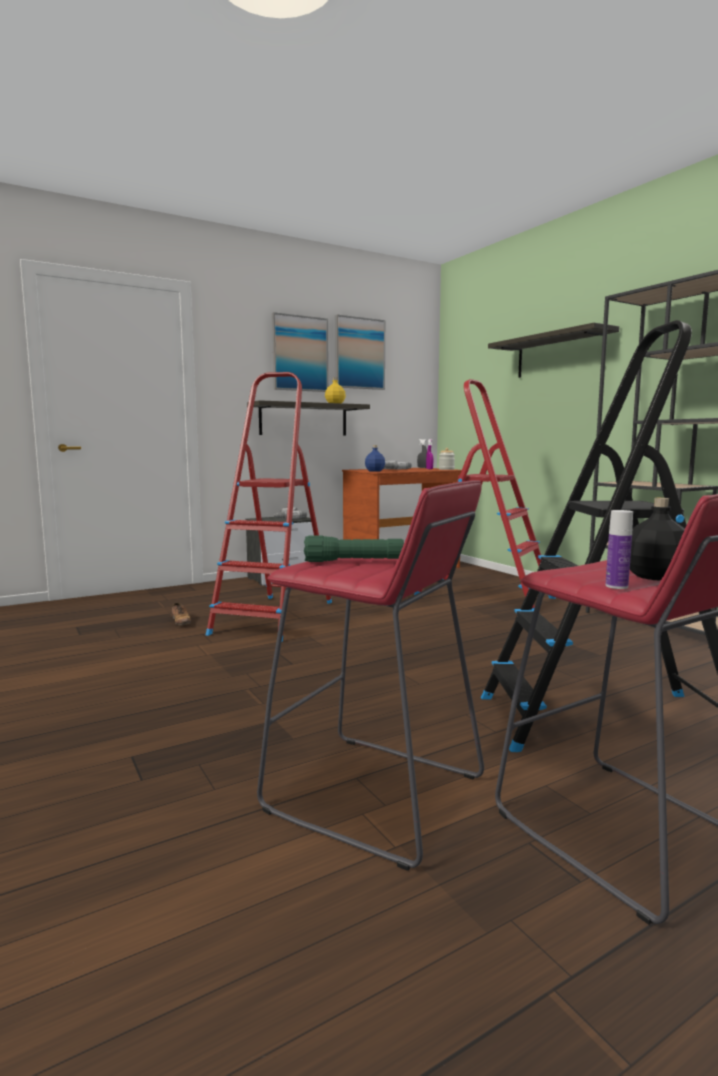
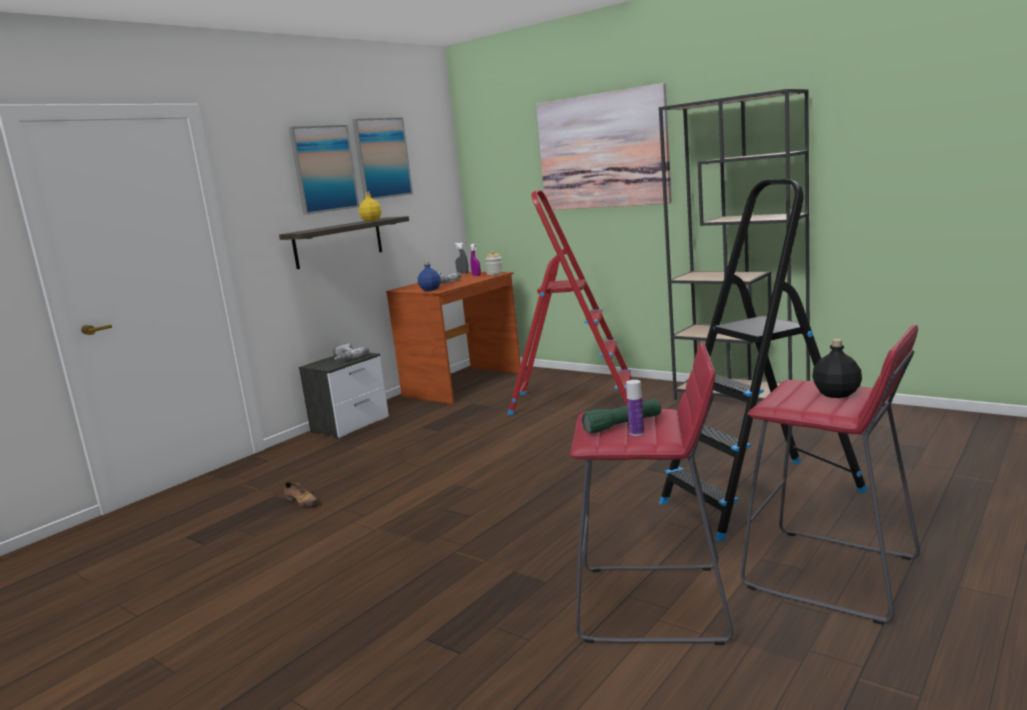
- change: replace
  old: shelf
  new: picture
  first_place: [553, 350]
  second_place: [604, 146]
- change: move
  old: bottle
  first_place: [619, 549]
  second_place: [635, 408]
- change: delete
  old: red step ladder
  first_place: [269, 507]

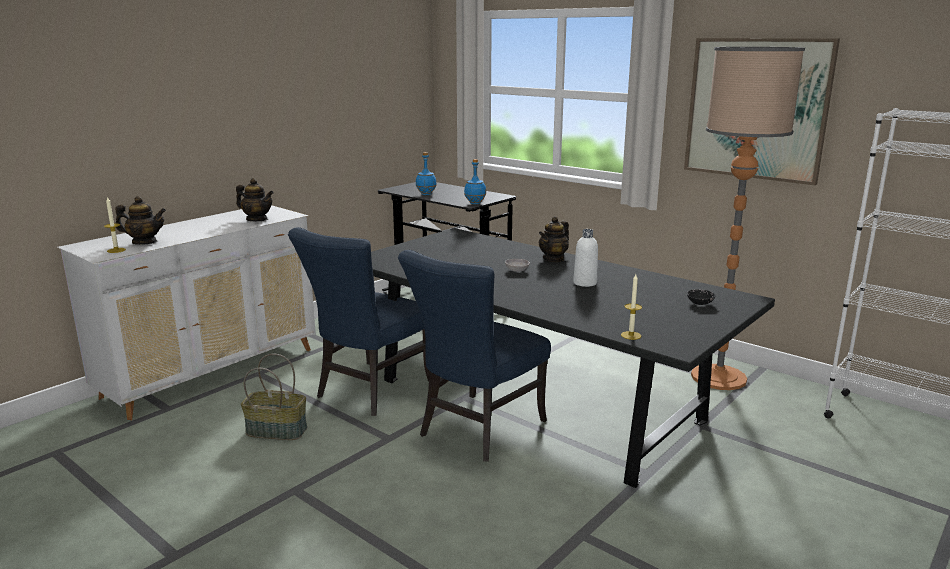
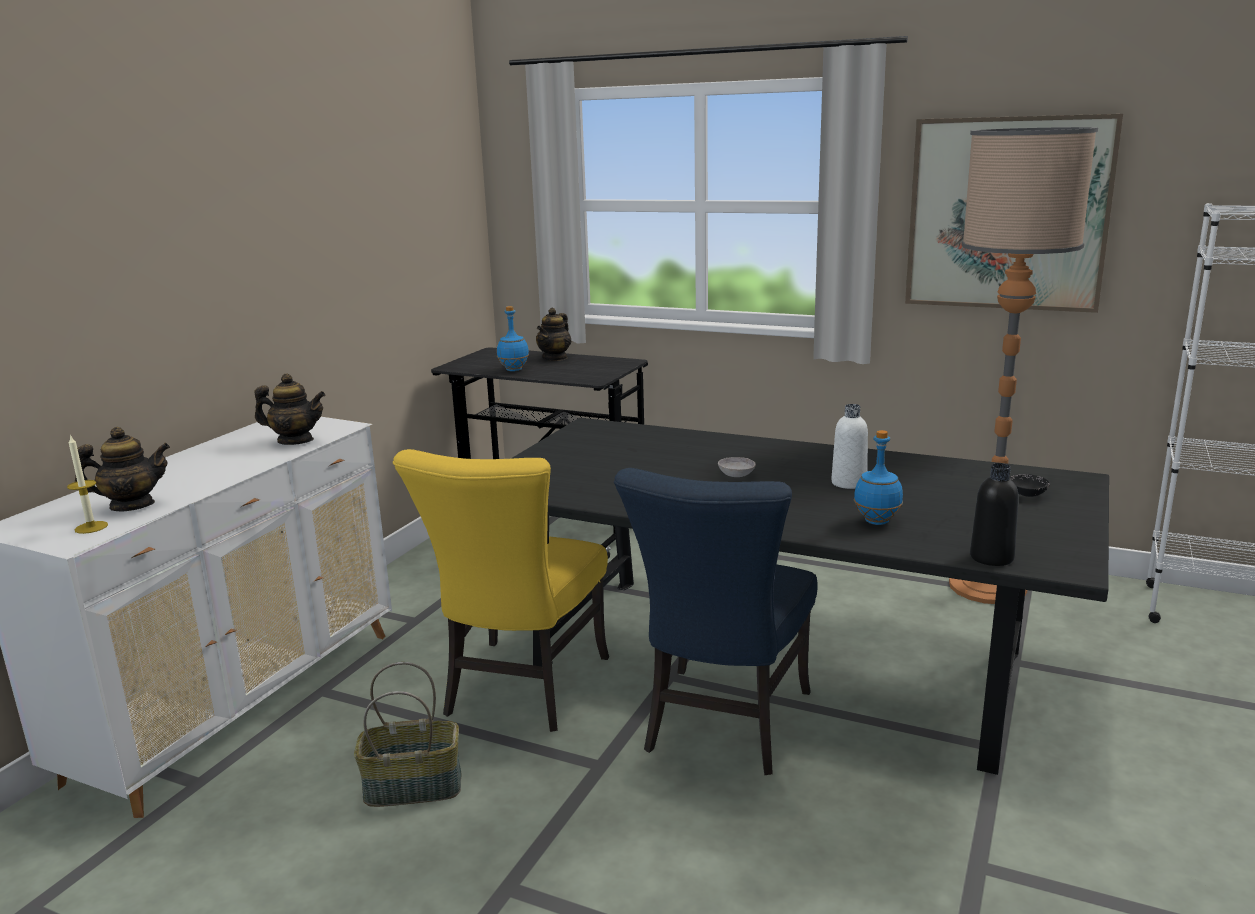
- change: recolor
  old: blue chair
  new: yellow chair
  first_place: [358, 321]
  second_place: [501, 590]
- change: move
  old: teapot
  first_place: [554, 239]
  second_place: [553, 334]
- change: move
  old: blue bottle
  first_place: [475, 182]
  second_place: [878, 477]
- change: replace
  old: candle
  new: black bottle
  first_place: [631, 307]
  second_place: [994, 514]

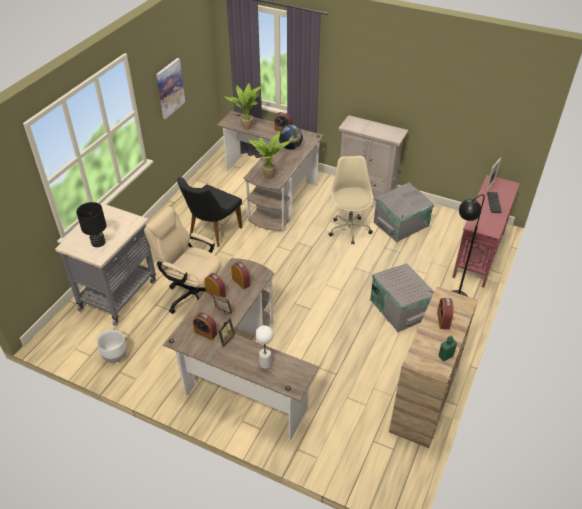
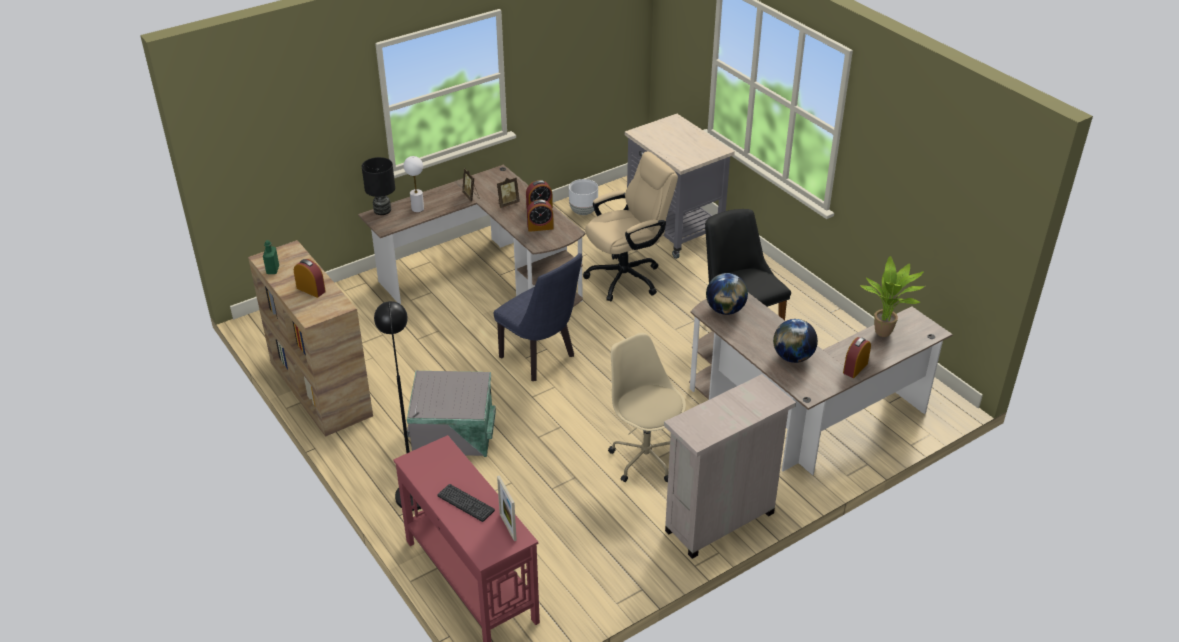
- change: move
  old: black table lamp
  first_place: [91, 224]
  second_place: [378, 186]
- change: insert
  new: blue chair
  second_place: [538, 317]
- change: rotate
  old: beige office chair
  first_place: [351, 200]
  second_place: [647, 407]
  degrees: -150
- change: replace
  old: potted plant
  new: globe
  first_place: [269, 155]
  second_place: [727, 294]
- change: delete
  old: picture
  first_place: [170, 88]
- change: delete
  old: alarm clock
  first_place: [205, 326]
- change: delete
  old: grey storage box
  first_place: [404, 212]

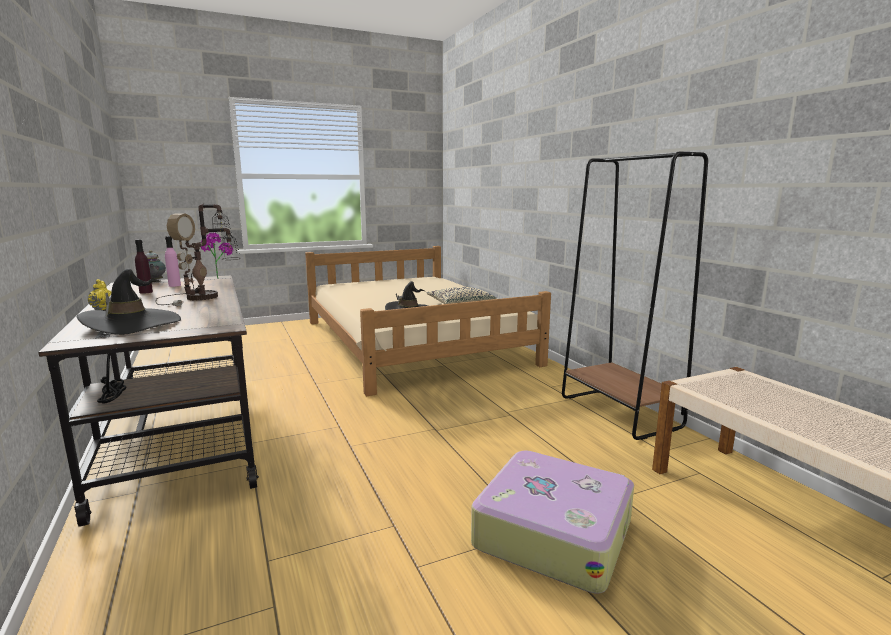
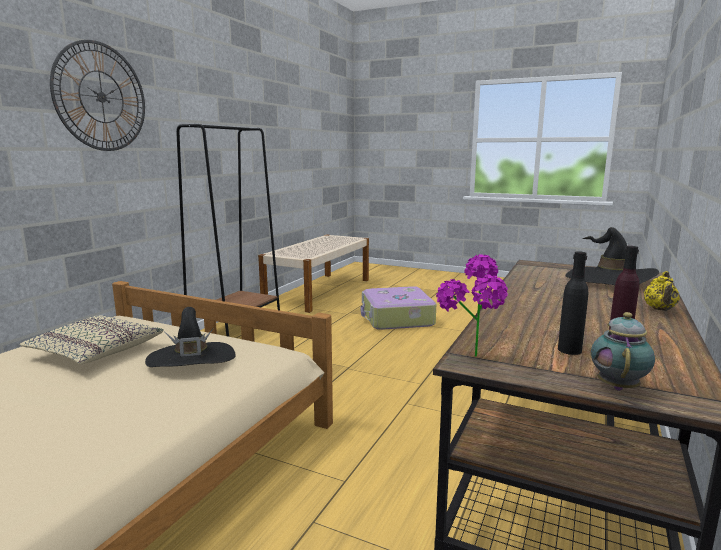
- change: insert
  new: wall clock
  second_place: [97, 95]
- change: recolor
  old: pink bottle
  new: black bottle
  first_place: [173, 261]
  second_place: [573, 303]
- change: delete
  old: table lamp
  first_place: [198, 255]

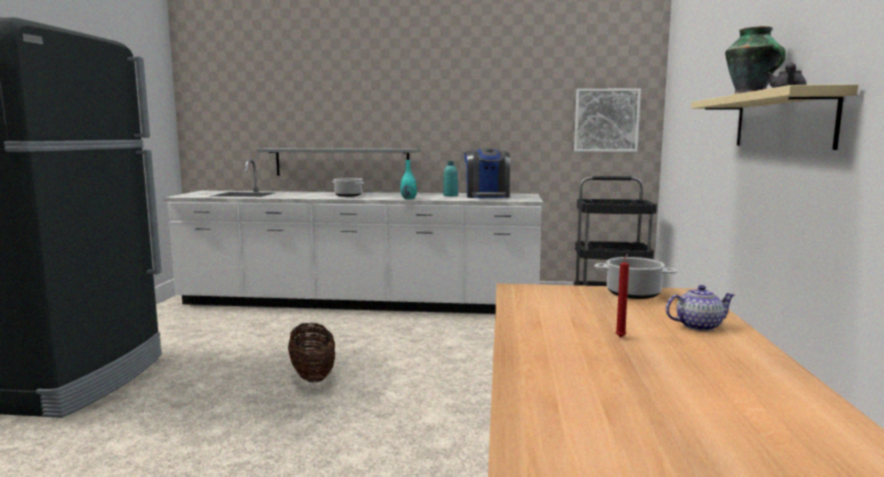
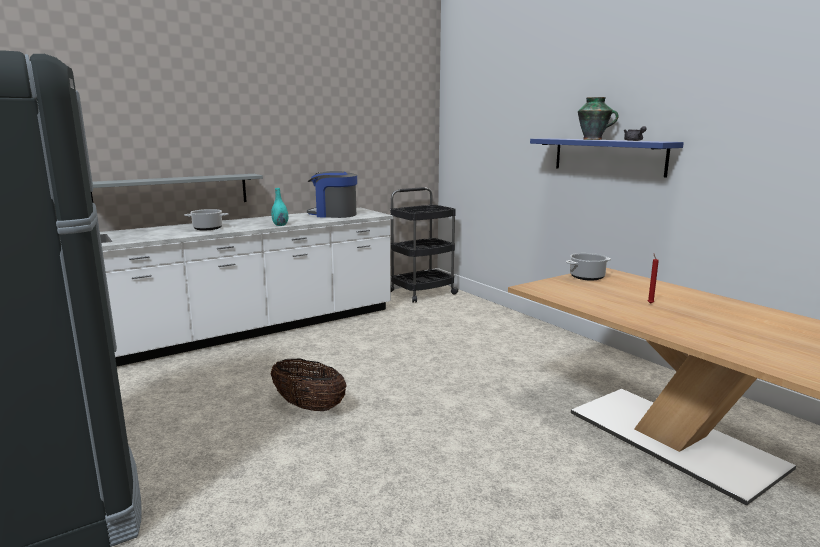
- change: rotate
  old: coffee machine
  first_place: [487, 172]
  second_place: [332, 194]
  degrees: 150
- change: recolor
  old: beige shelf
  new: blue shelf
  first_place: [774, 117]
  second_place: [607, 158]
- change: delete
  old: turquoise bottle
  first_place: [450, 179]
- change: delete
  old: picture
  first_place: [607, 120]
- change: delete
  old: teapot
  first_place: [700, 308]

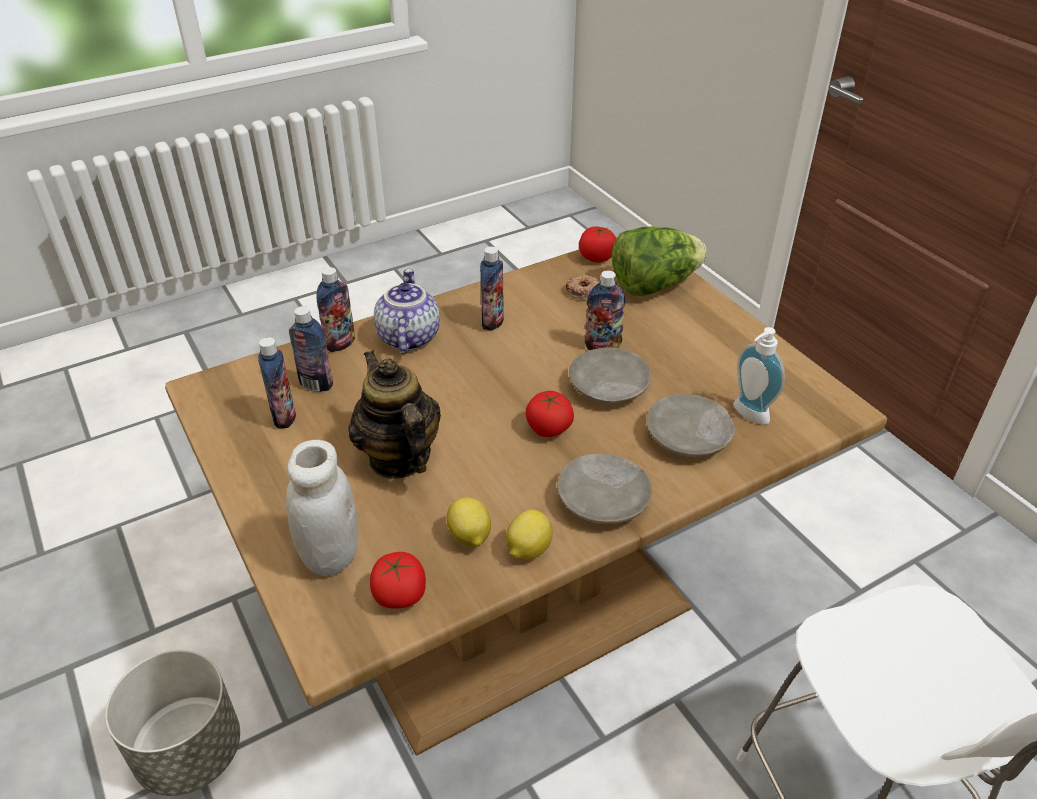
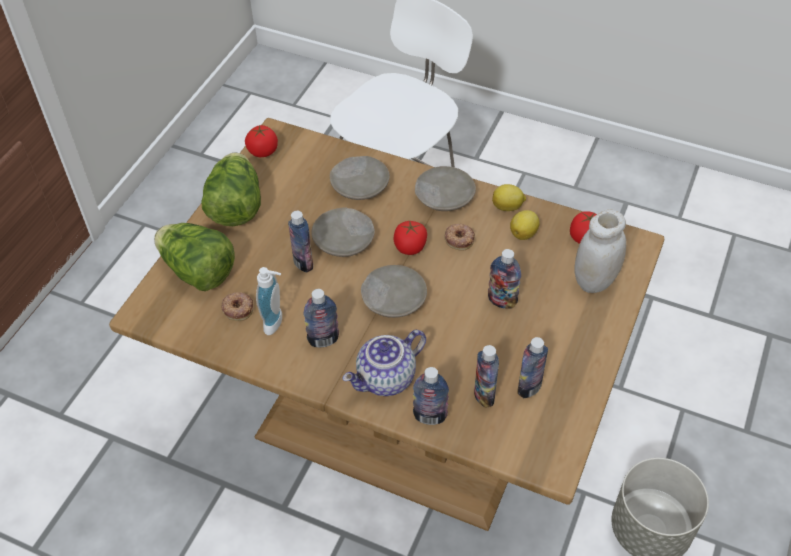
- change: insert
  new: lettuce
  second_place: [231, 189]
- change: move
  old: tomato
  first_place: [597, 244]
  second_place: [261, 141]
- change: move
  old: soap dispenser
  first_place: [759, 376]
  second_place: [269, 301]
- change: insert
  new: beige plate
  second_place: [394, 291]
- change: insert
  new: donut
  second_place: [459, 237]
- change: replace
  old: teapot
  new: bottle
  first_place: [394, 414]
  second_place: [504, 279]

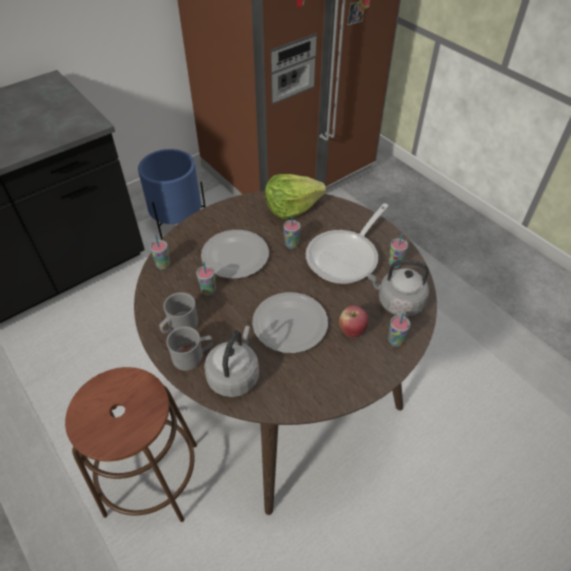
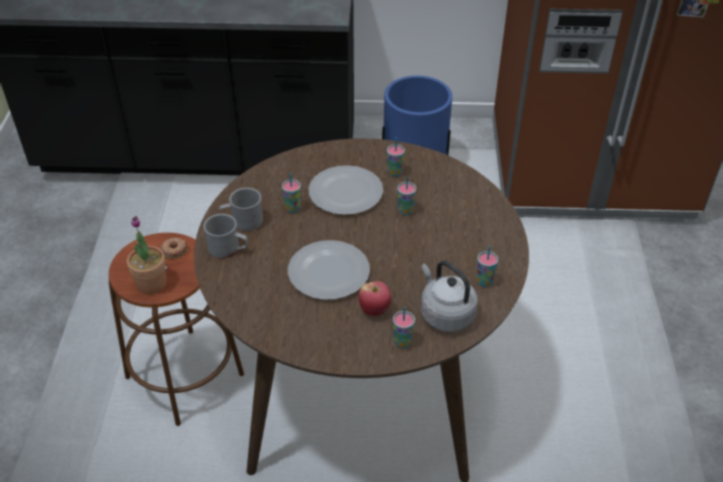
- change: insert
  new: potted plant
  second_place: [147, 255]
- change: insert
  new: donut
  second_place: [174, 248]
- change: move
  old: cup
  first_place: [160, 252]
  second_place: [396, 157]
- change: delete
  old: grey kettle
  first_place: [231, 361]
- change: delete
  old: lettuce
  first_place: [295, 196]
- change: delete
  old: frying pan
  first_place: [347, 243]

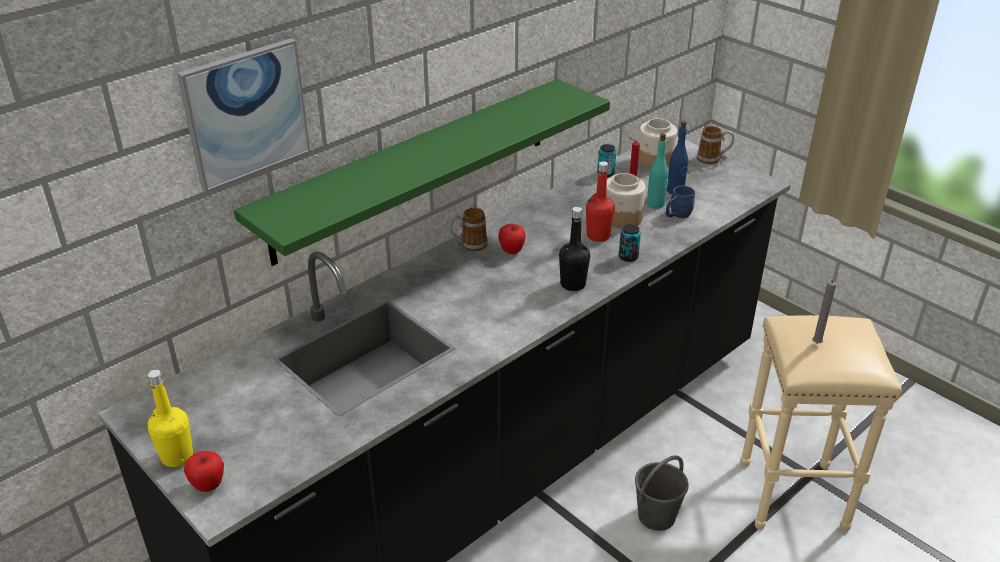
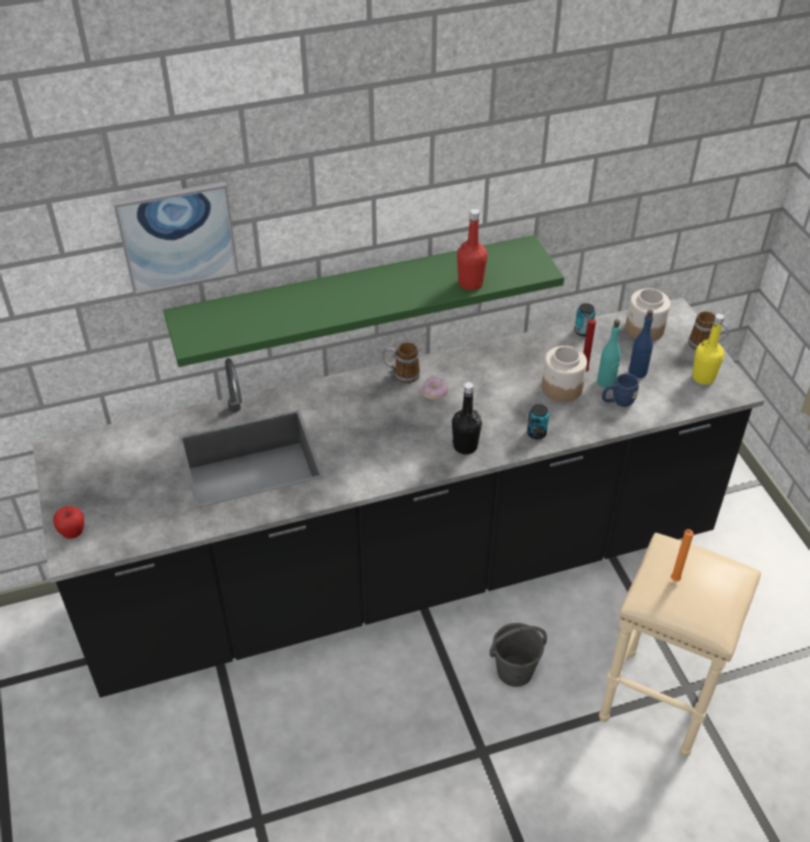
- change: replace
  old: apple
  new: donut
  first_place: [512, 238]
  second_place: [435, 388]
- change: move
  old: red bottle
  first_place: [600, 201]
  second_place: [472, 249]
- change: recolor
  old: grey candle
  new: orange candle
  first_place: [824, 312]
  second_place: [682, 555]
- change: move
  old: yellow bottle
  first_place: [170, 418]
  second_place: [708, 349]

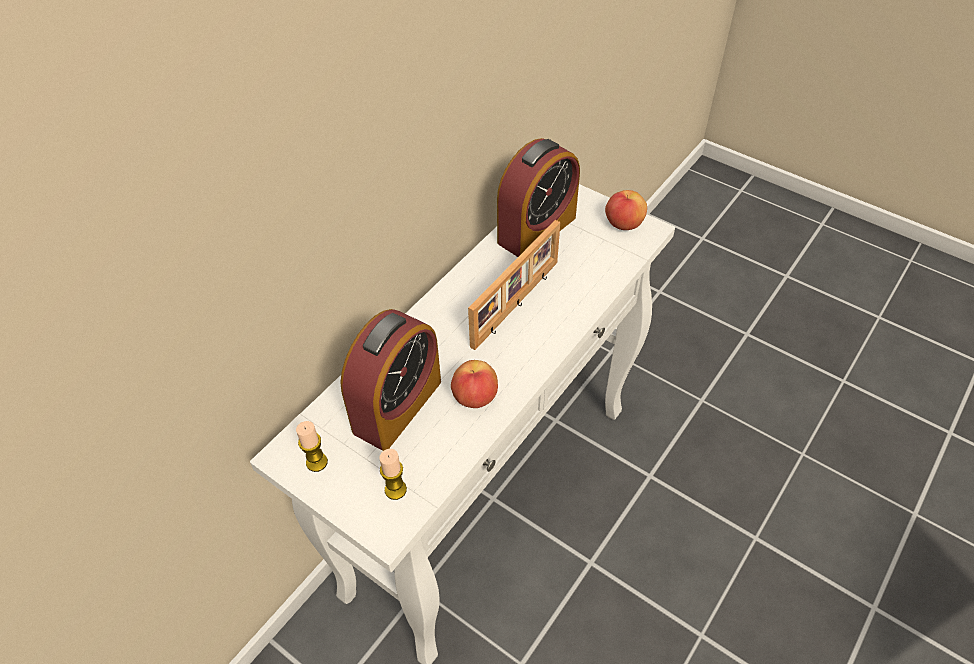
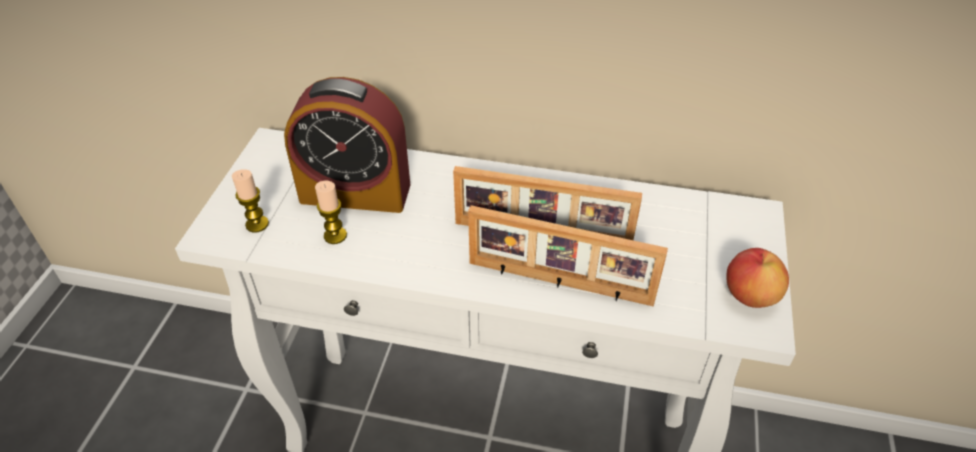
- change: move
  old: candle
  first_place: [312, 446]
  second_place: [331, 212]
- change: insert
  new: picture frame
  second_place: [568, 255]
- change: delete
  old: apple
  first_place: [474, 384]
- change: delete
  old: alarm clock
  first_place: [538, 197]

